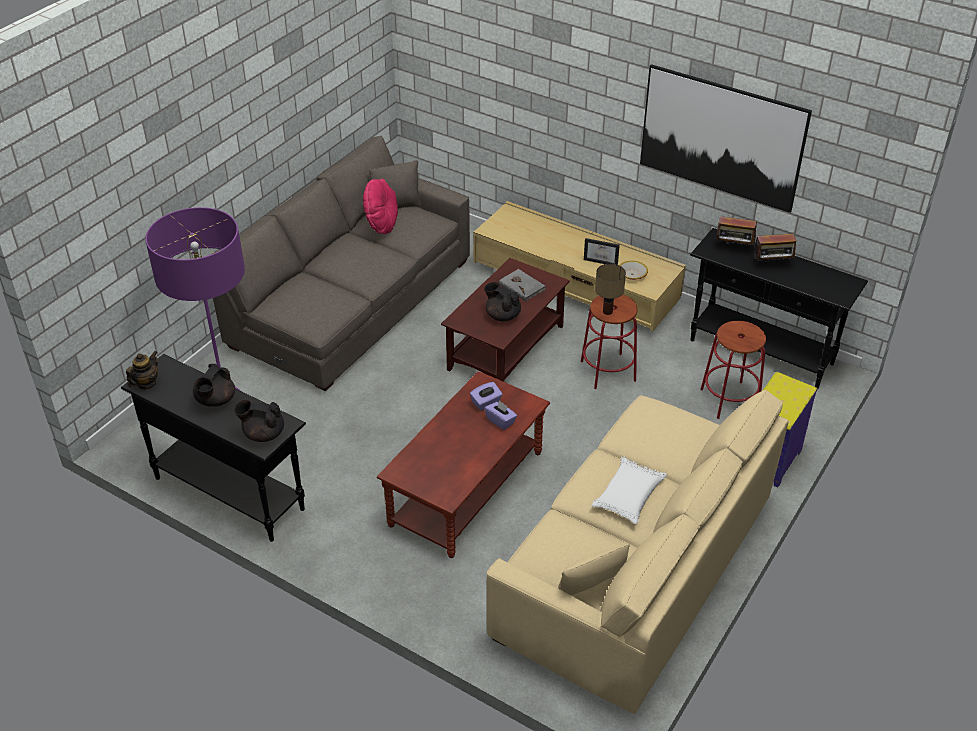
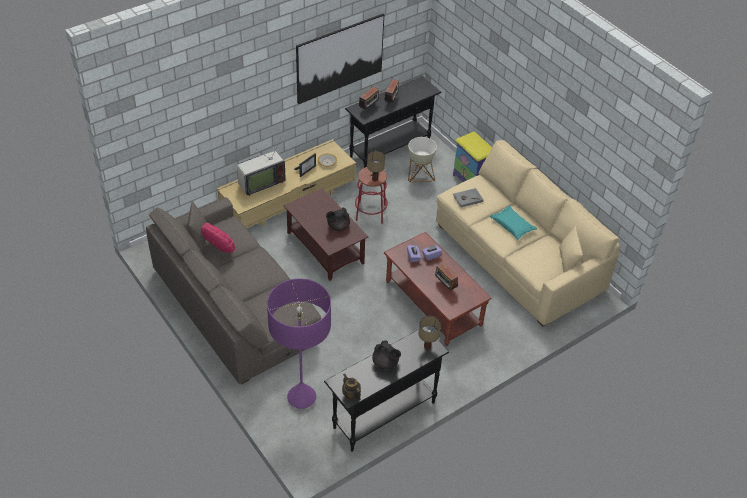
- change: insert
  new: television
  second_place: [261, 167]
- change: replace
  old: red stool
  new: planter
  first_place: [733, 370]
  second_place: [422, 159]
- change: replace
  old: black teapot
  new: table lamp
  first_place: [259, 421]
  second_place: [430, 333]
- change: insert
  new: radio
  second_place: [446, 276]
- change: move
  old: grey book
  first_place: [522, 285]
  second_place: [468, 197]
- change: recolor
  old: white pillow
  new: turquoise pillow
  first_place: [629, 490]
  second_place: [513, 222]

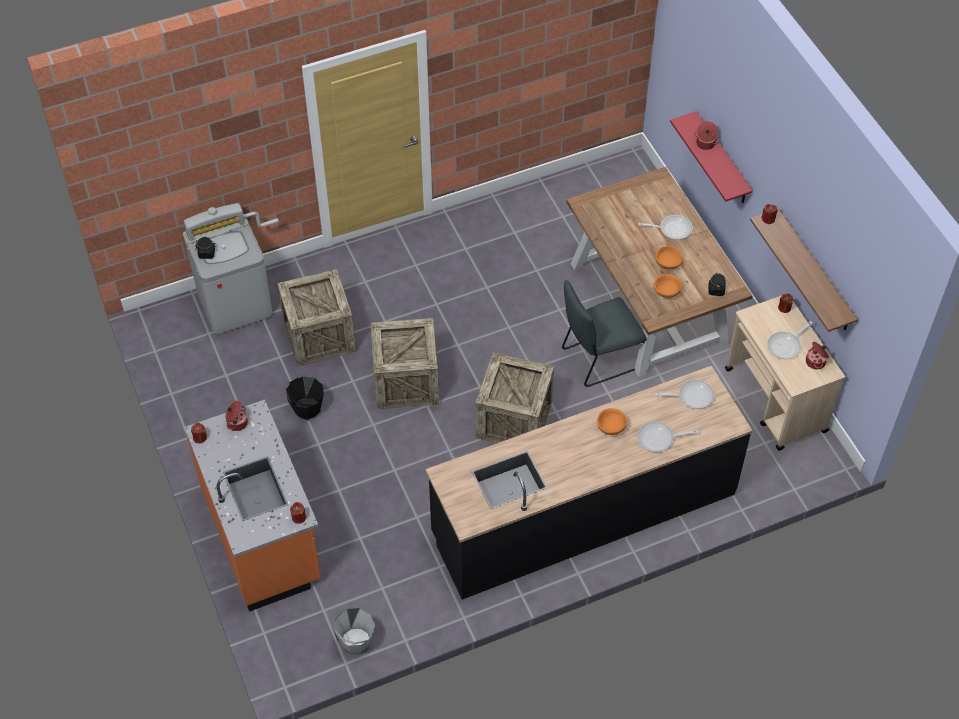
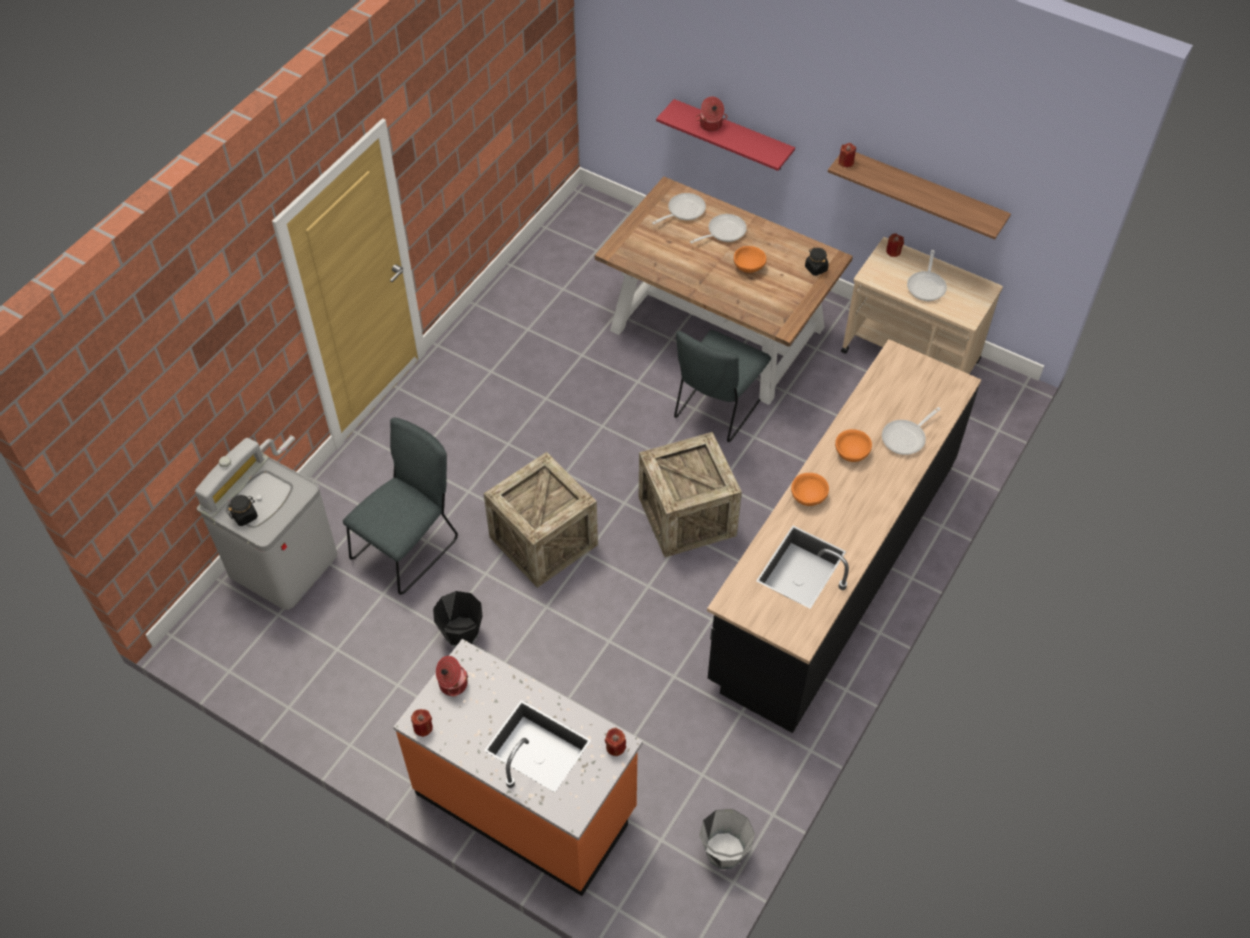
- change: replace
  old: crate
  new: grey chair
  first_place: [316, 318]
  second_place: [400, 506]
- change: move
  old: frying pan
  first_place: [684, 394]
  second_place: [679, 208]
- change: move
  old: orange bowl
  first_place: [667, 286]
  second_place: [810, 489]
- change: delete
  old: cooking pot
  first_place: [817, 356]

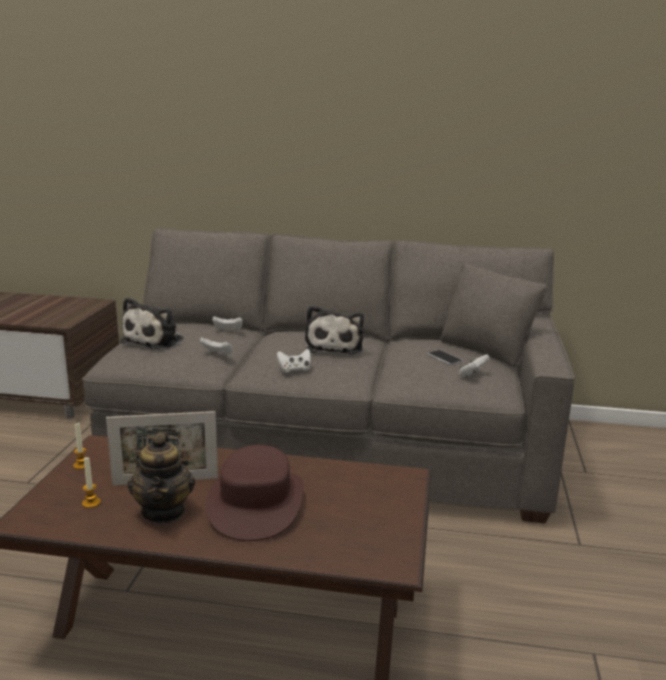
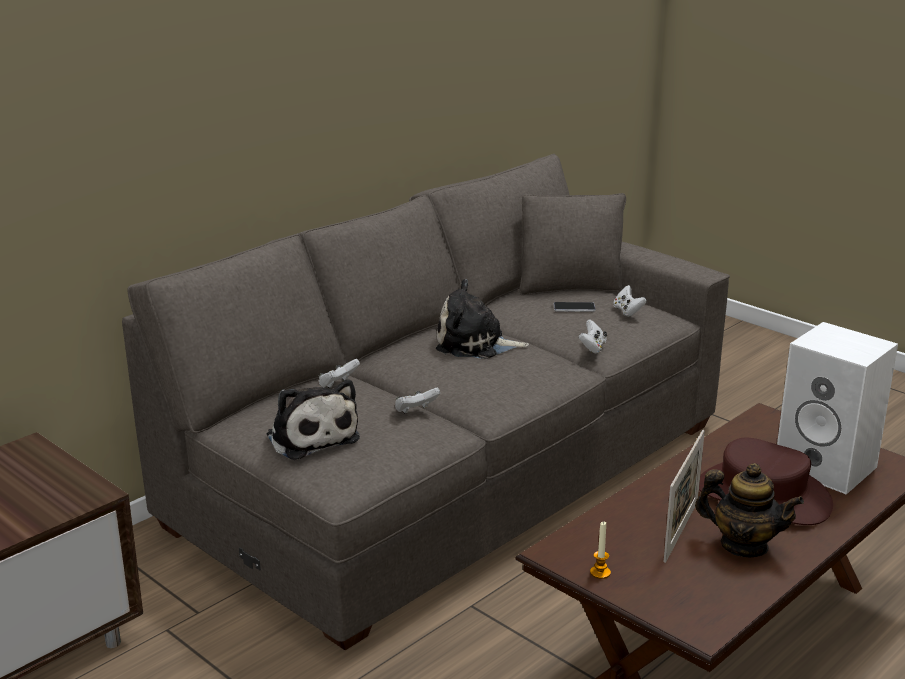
- change: rotate
  old: plush toy
  first_place: [334, 330]
  second_place: [482, 319]
  degrees: 150
- change: move
  old: white game controller
  first_place: [294, 361]
  second_place: [592, 336]
- change: insert
  new: white speaker
  second_place: [837, 408]
- change: delete
  old: candle
  first_place: [91, 482]

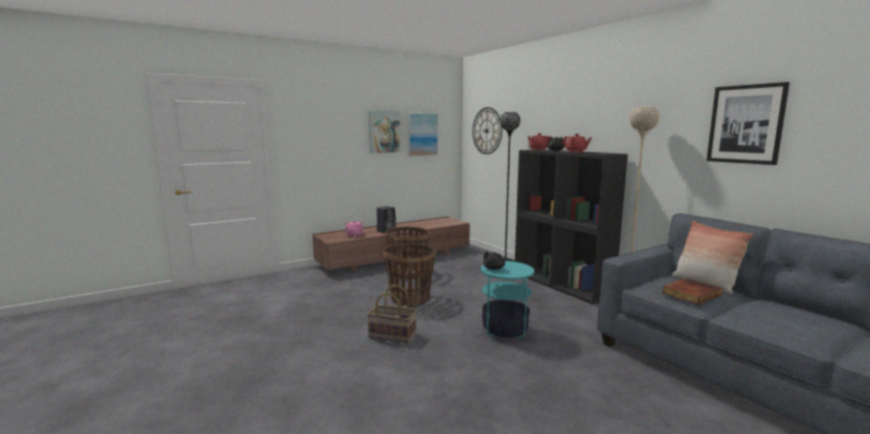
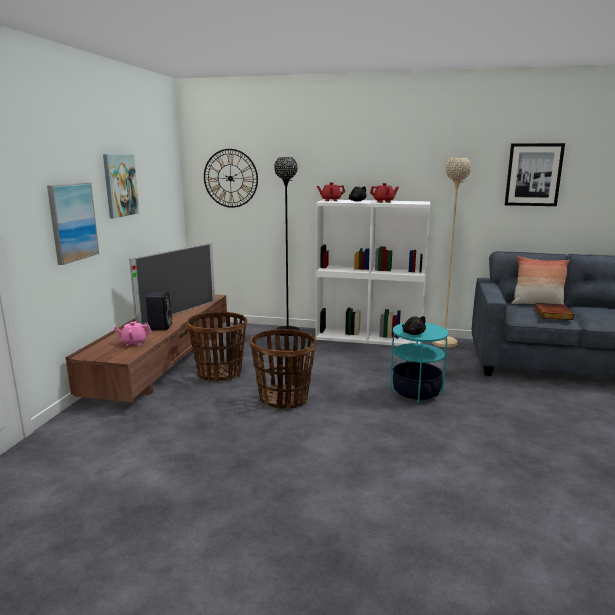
- change: move
  old: picture
  first_place: [422, 134]
  second_place: [73, 223]
- change: insert
  new: television
  second_place: [172, 284]
- change: recolor
  old: black bookcase
  new: white bookcase
  first_place: [571, 227]
  second_place: [373, 272]
- change: delete
  old: basket
  first_place: [392, 314]

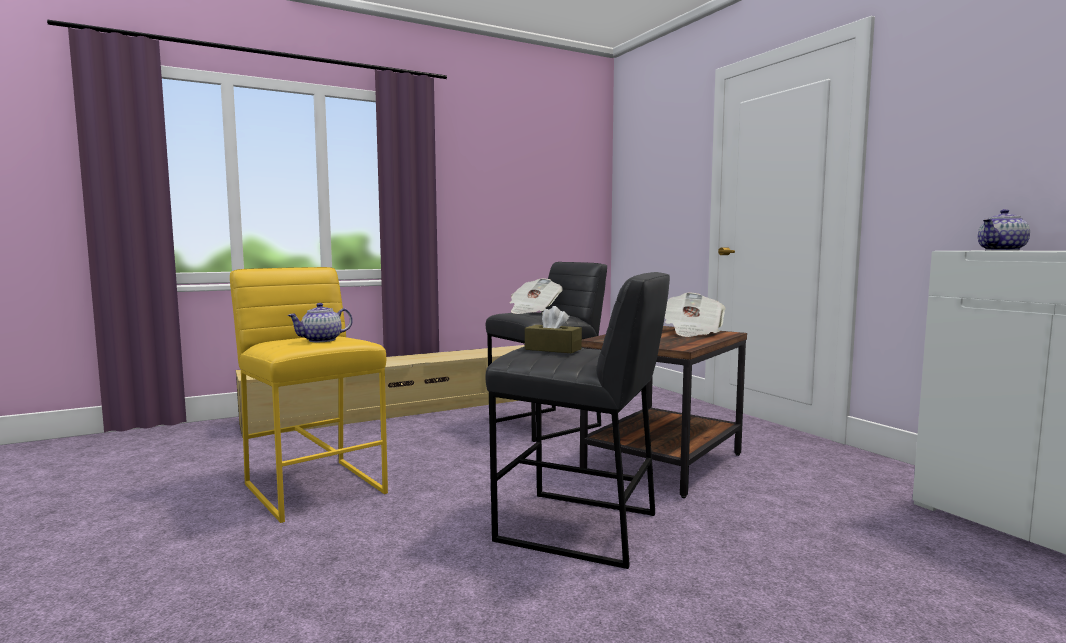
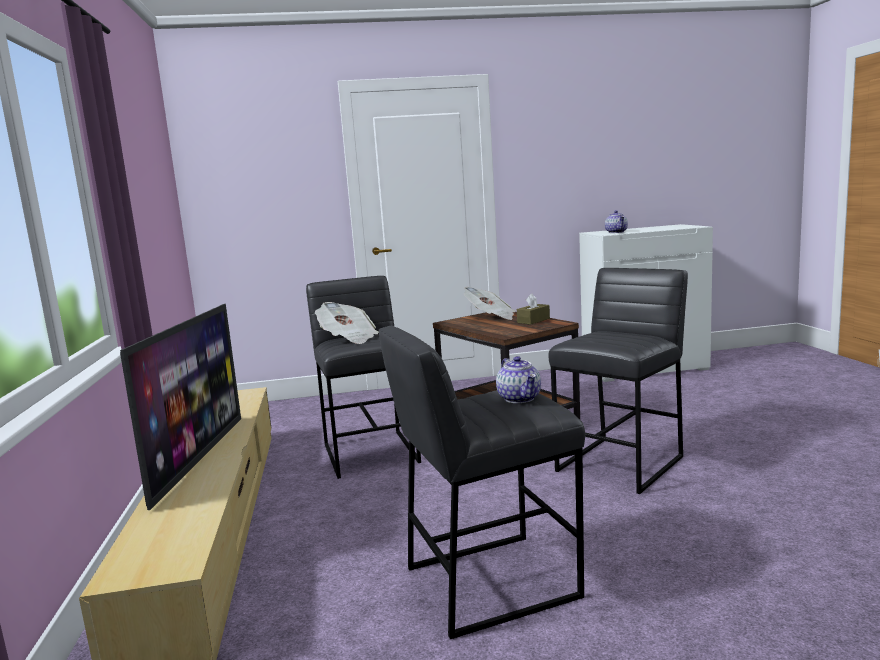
- change: insert
  new: television
  second_place: [180, 407]
- change: recolor
  old: yellow stool
  new: grey stool
  first_place: [309, 395]
  second_place: [482, 482]
- change: move
  old: brown tissue box
  first_place: [553, 329]
  second_place: [533, 309]

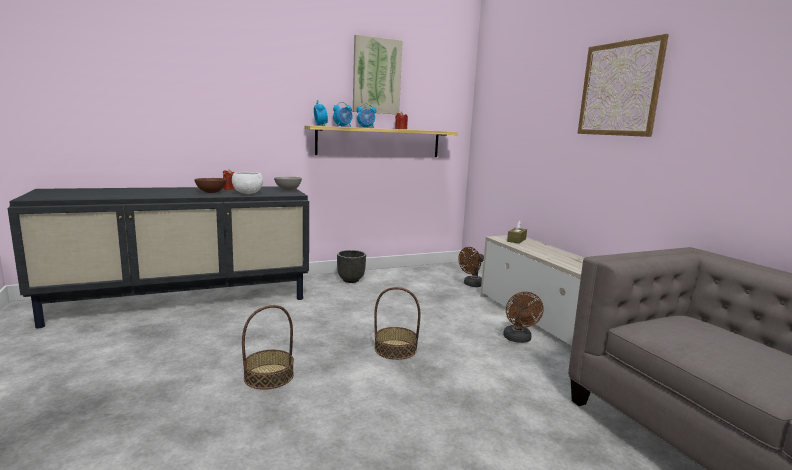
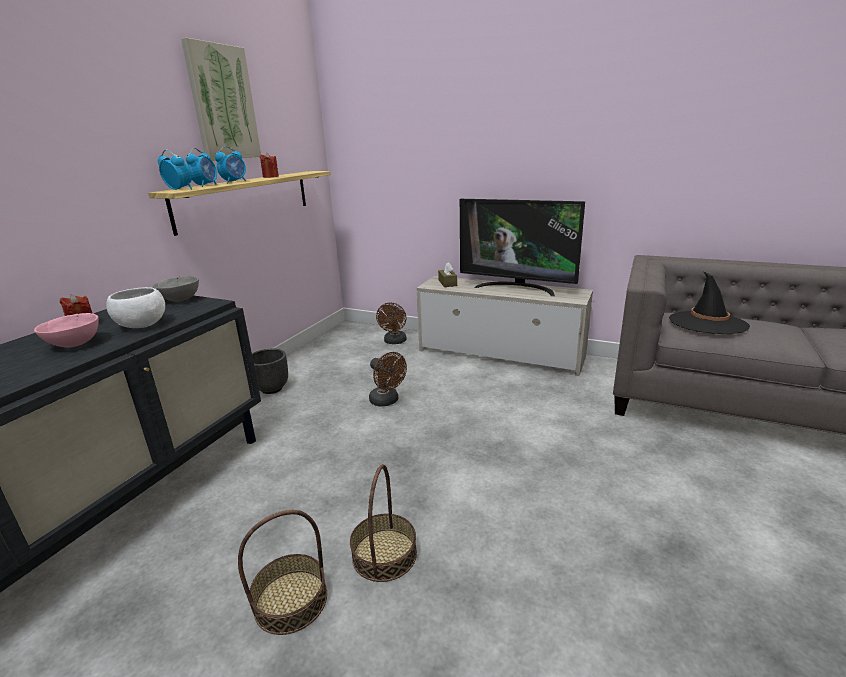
- change: recolor
  old: brown bowl
  new: pink bowl
  first_place: [210, 185]
  second_place: [66, 330]
- change: move
  old: basket
  first_place: [397, 323]
  second_place: [282, 572]
- change: move
  old: brown fan
  first_place: [523, 317]
  second_place: [388, 379]
- change: insert
  new: television
  second_place: [522, 247]
- change: insert
  new: black hat
  second_place: [709, 302]
- change: delete
  old: picture
  first_place: [623, 85]

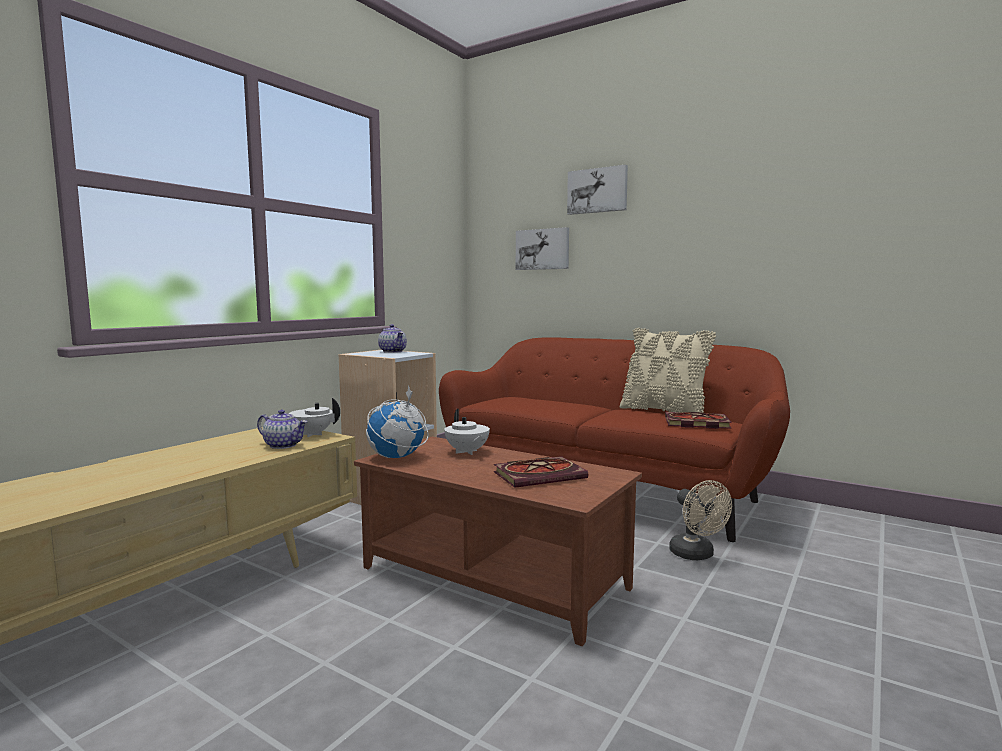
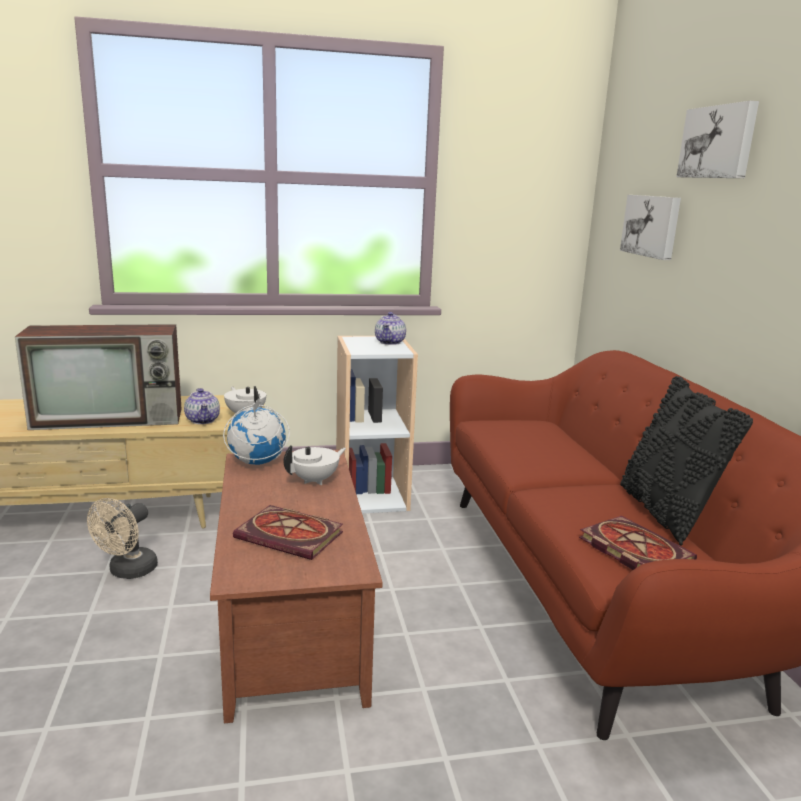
- change: insert
  new: television
  second_place: [98, 377]
- change: move
  old: beige fan
  first_place: [700, 520]
  second_place: [122, 538]
- change: rotate
  old: white teapot
  first_place: [467, 432]
  second_place: [315, 465]
  degrees: -150
- change: recolor
  old: beige pillow
  new: black pillow
  first_place: [668, 370]
  second_place: [686, 460]

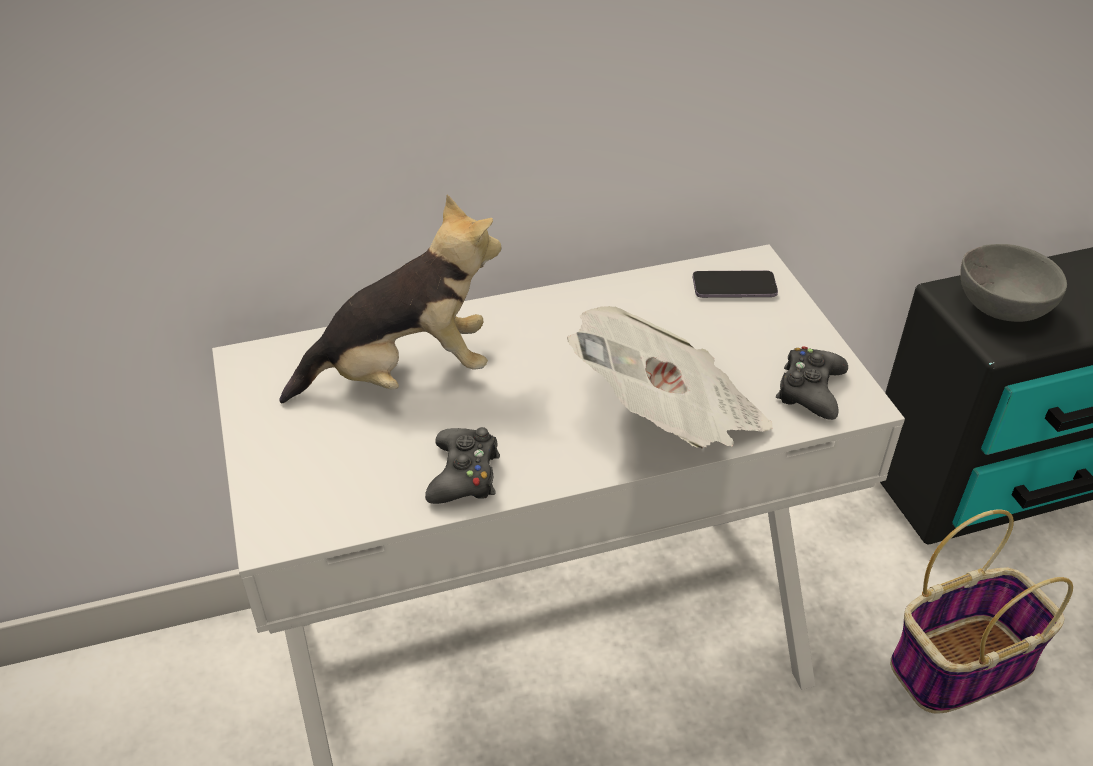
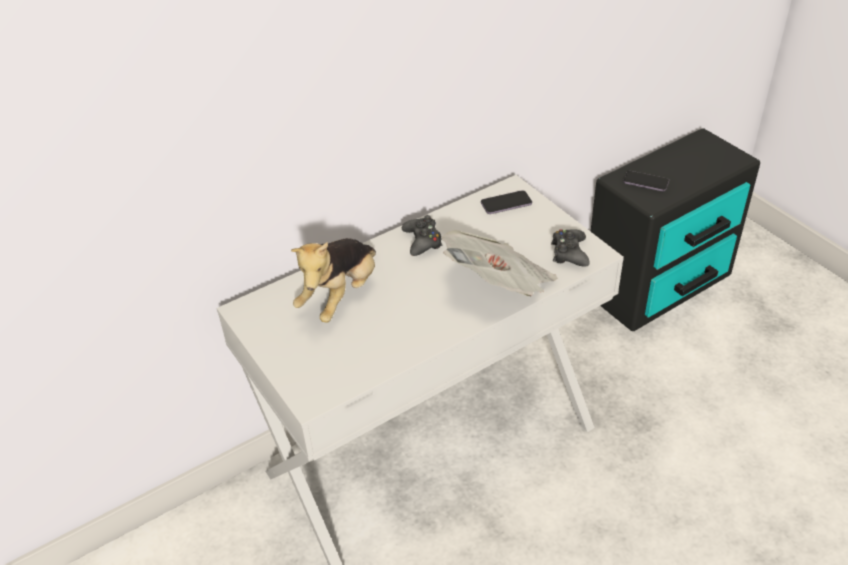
- change: rotate
  old: plush toy
  first_place: [390, 299]
  second_place: [333, 280]
  degrees: 150
- change: move
  old: black game controller
  first_place: [462, 465]
  second_place: [422, 235]
- change: replace
  old: grey bowl
  new: phone
  first_place: [1014, 283]
  second_place: [646, 181]
- change: delete
  old: basket
  first_place: [981, 611]

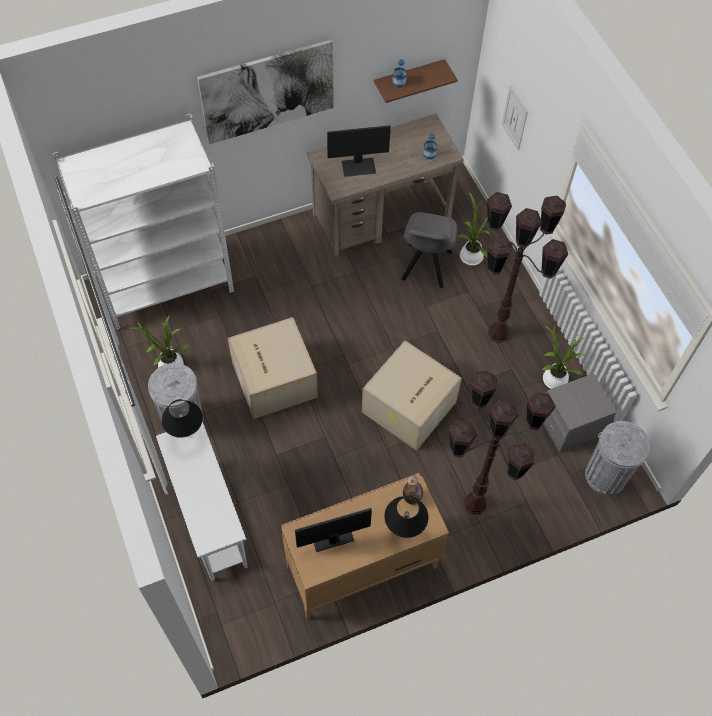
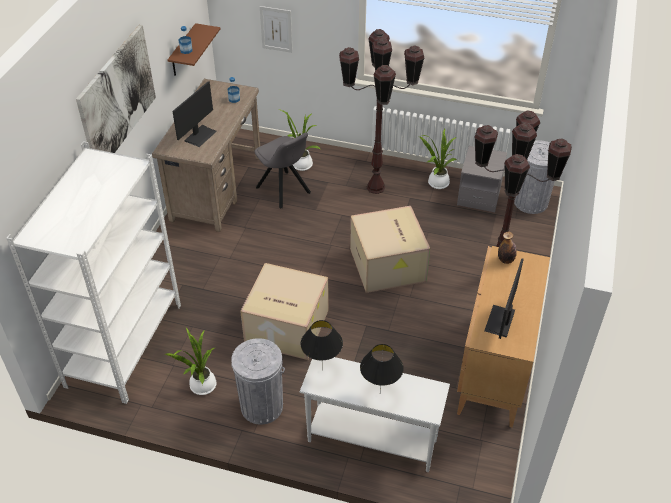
- change: move
  old: black table lamp
  first_place: [406, 517]
  second_place: [382, 367]

